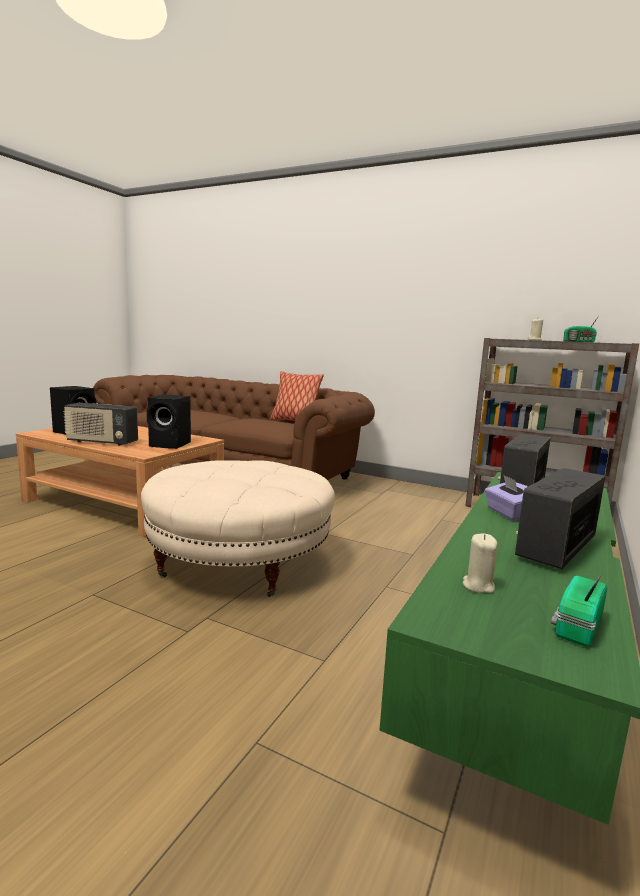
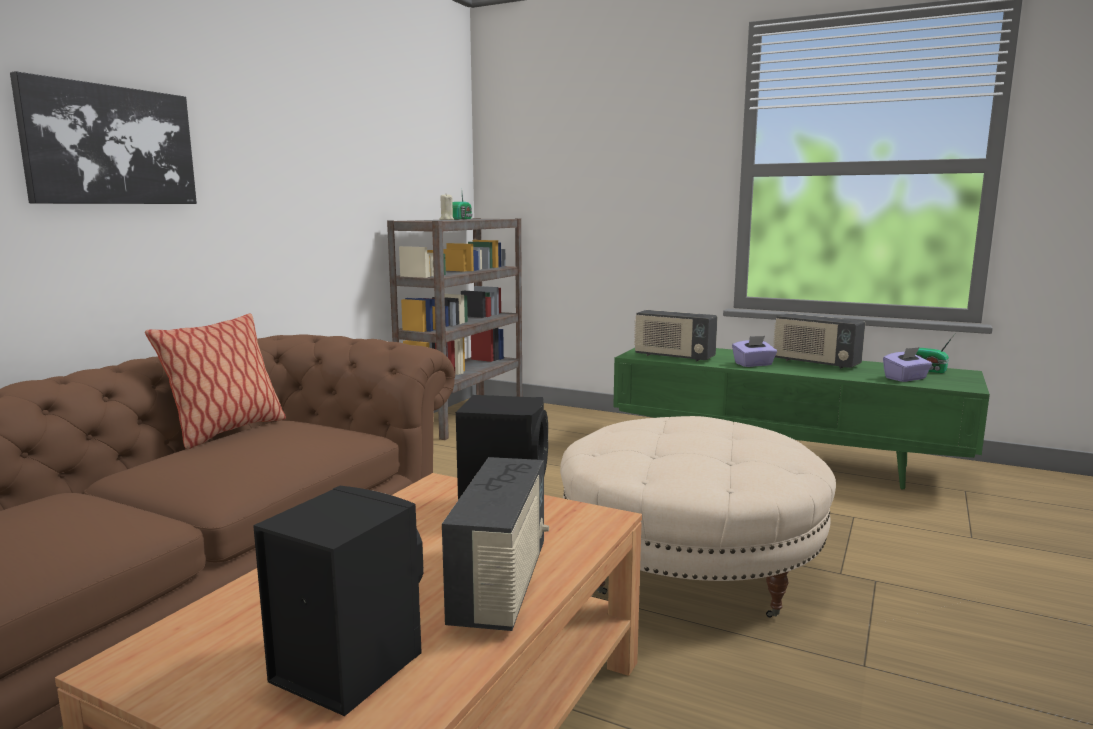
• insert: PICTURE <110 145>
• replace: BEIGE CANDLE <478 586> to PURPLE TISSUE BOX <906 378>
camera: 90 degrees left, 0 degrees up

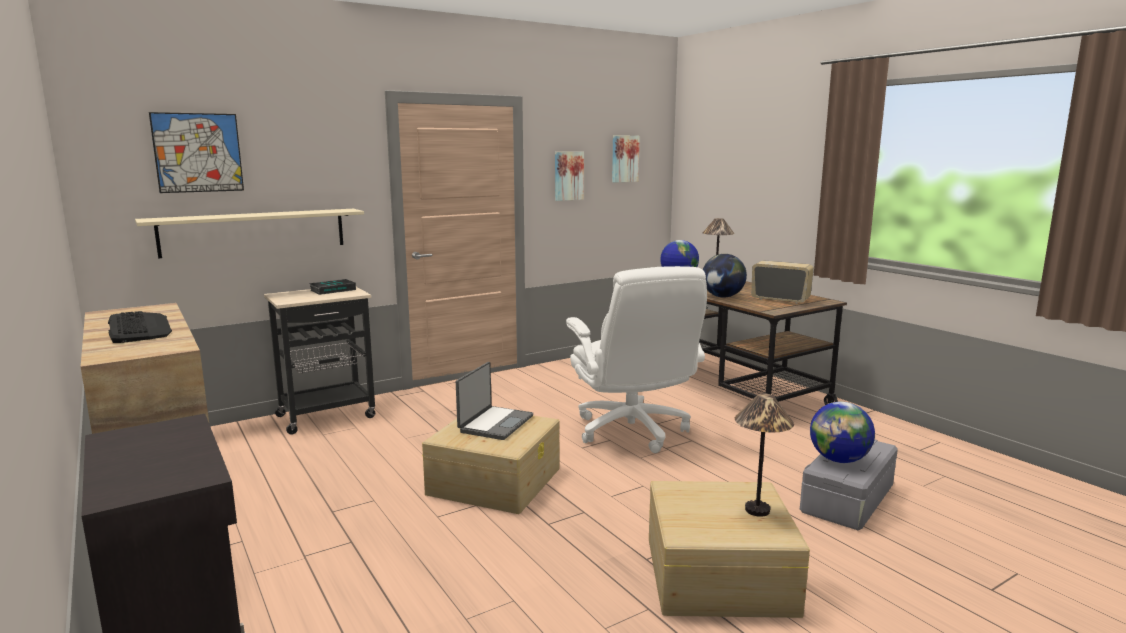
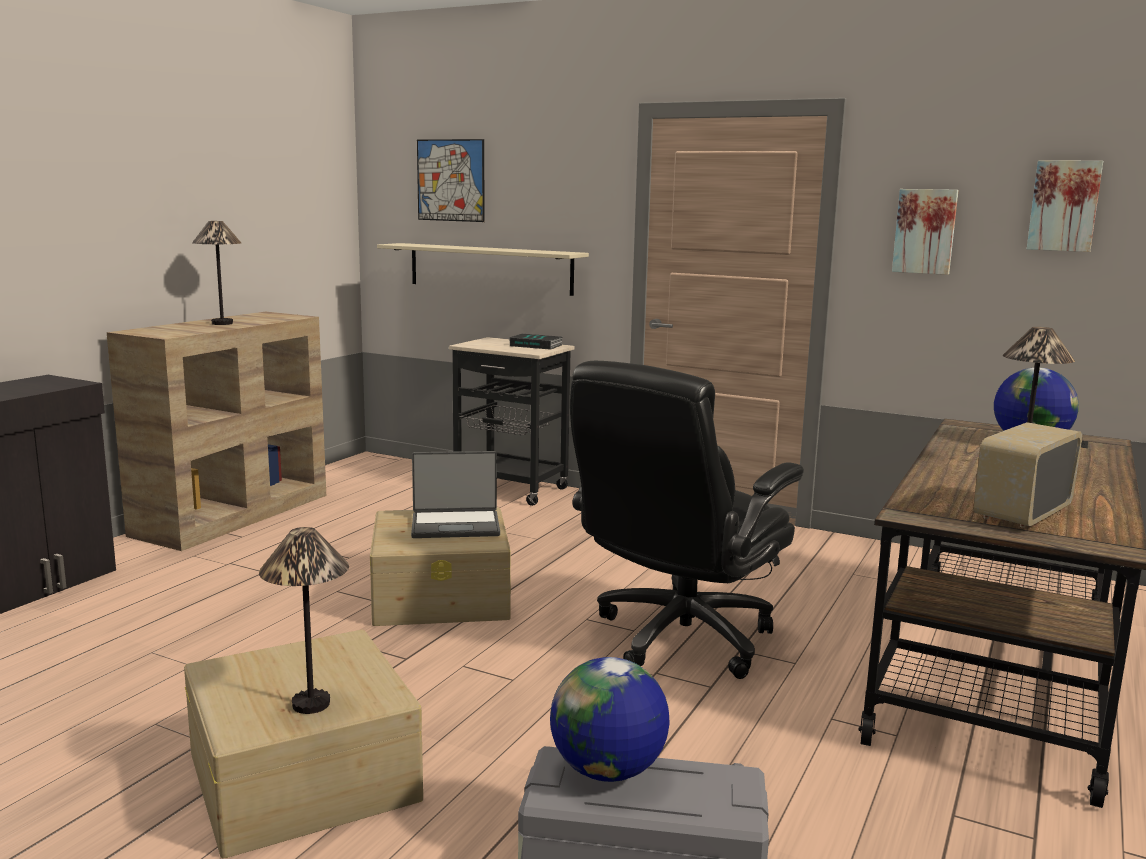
• delete: GLOBE <722 297>
• replace: KEYBOARD <138 328> to TABLE LAMP <222 323>
• recolor: WHITE OFFICE CHAIR <632 433> to BLACK OFFICE CHAIR <676 640>
• rotate: RADIO <780 300> = <1020 513> 135 degrees counterclockwise
camera: 60 degrees right, 0 degrees up

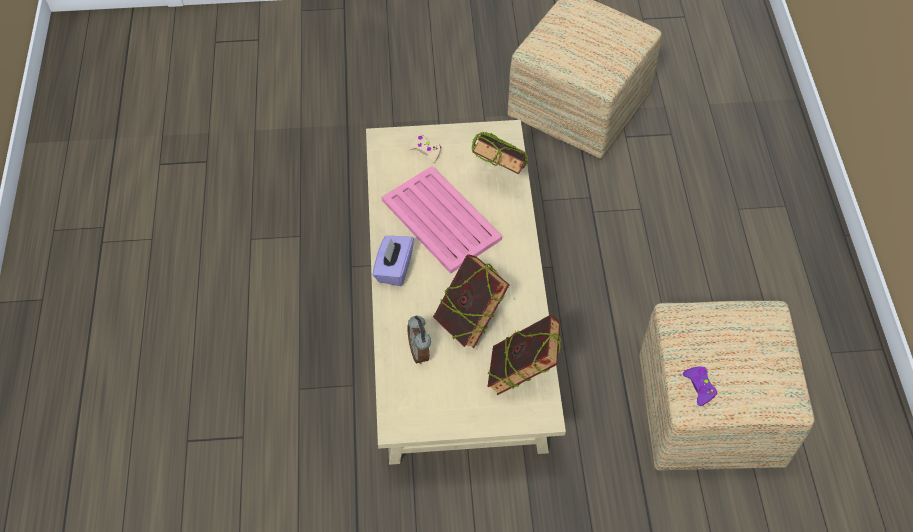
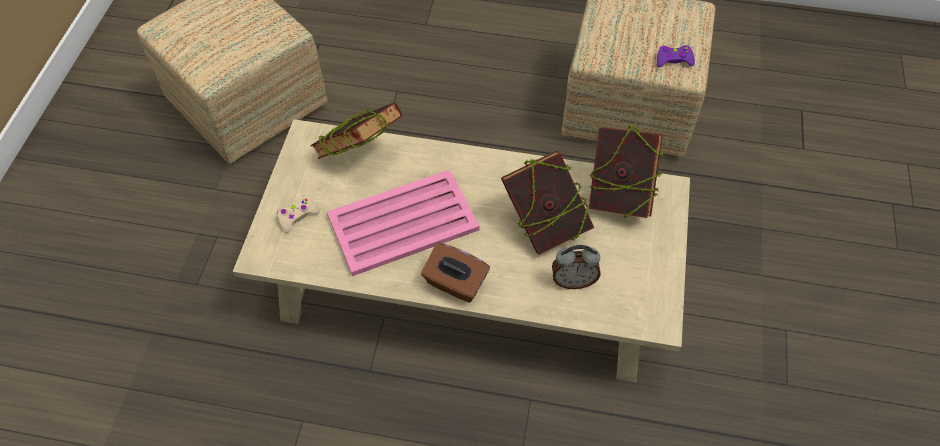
• recolor: PURPLE TISSUE BOX <394 268> to BROWN TISSUE BOX <455 283>
camera: 75 degrees left, 0 degrees up

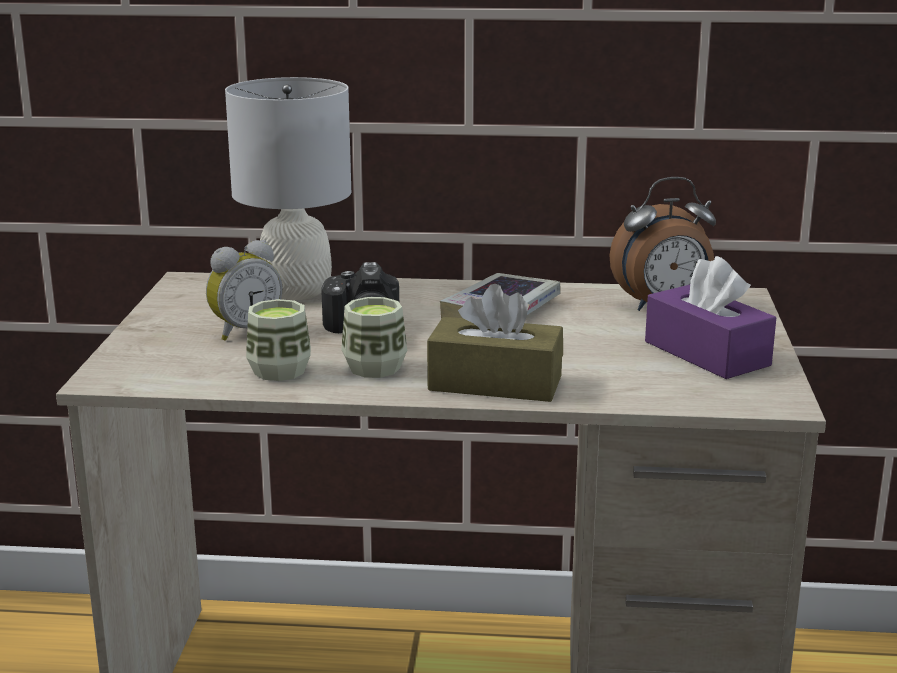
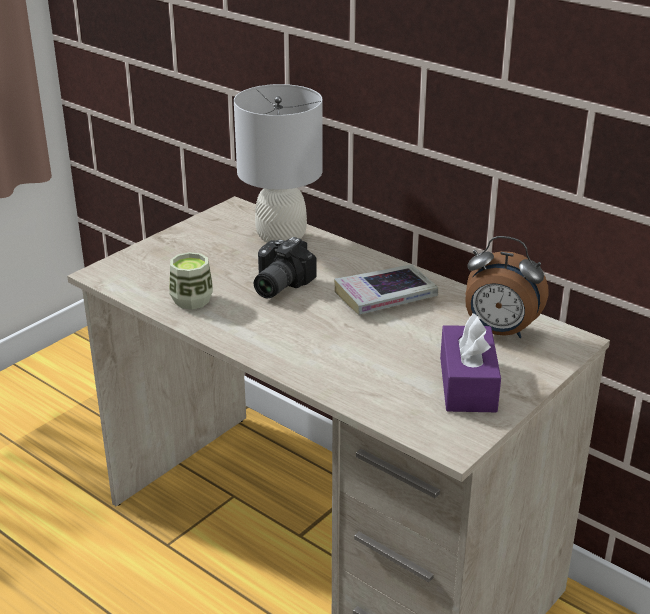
• delete: ALARM CLOCK <244 331>
• delete: CUP <374 368>
• delete: BROWN TISSUE BOX <495 383>
camera: 35 degrees right, 10 degrees up

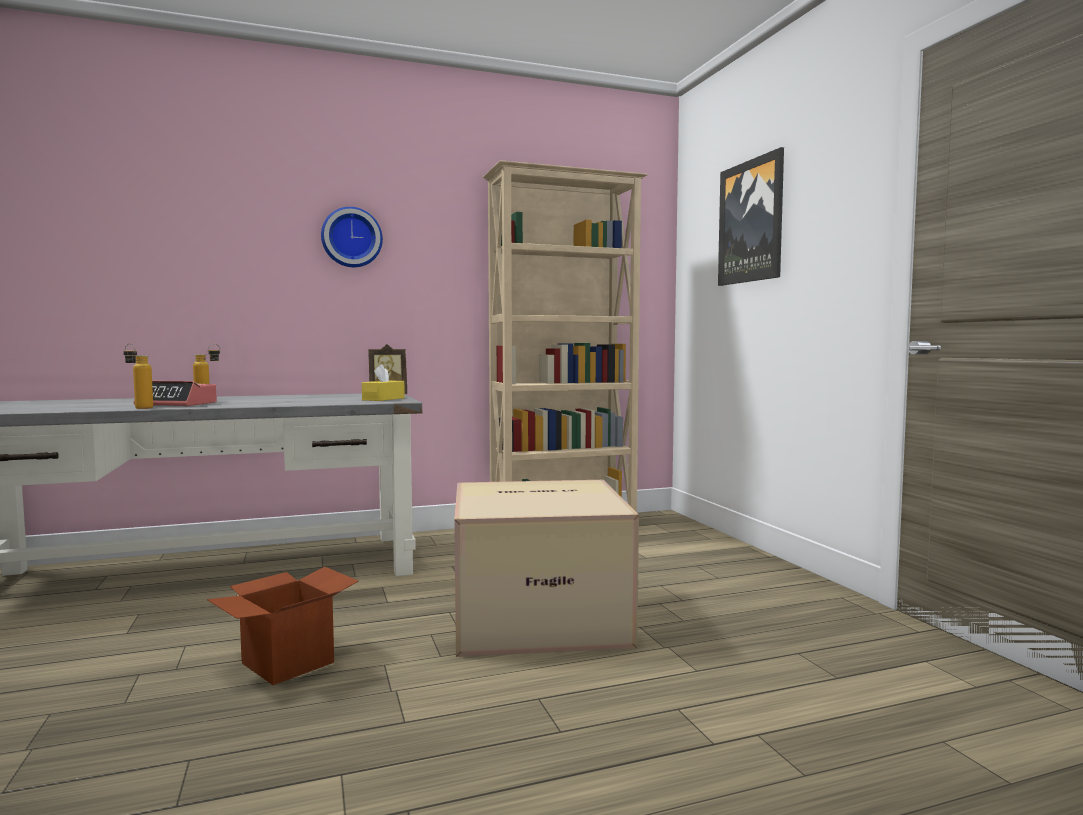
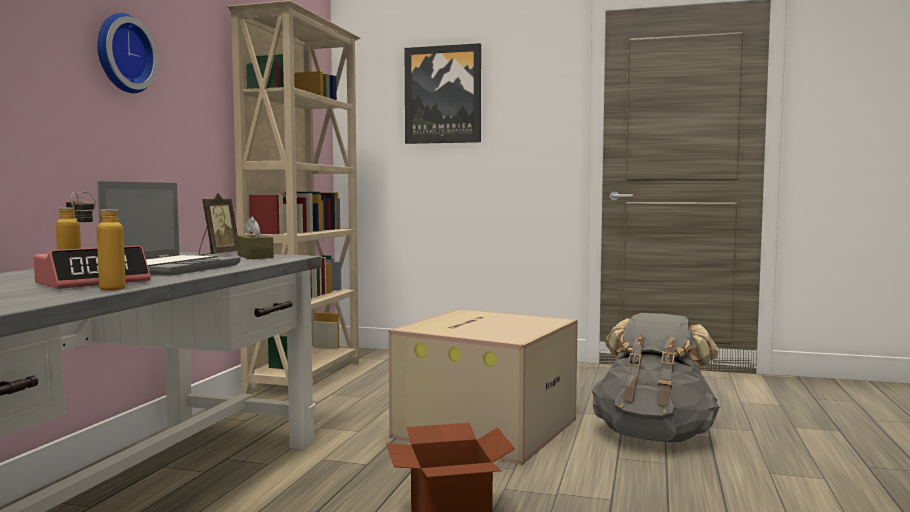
• insert: LAPTOP <173 268>
• insert: GREY BACKPACK <653 436>
• recolor: YELLOW TISSUE BOX <383 399> to BROWN TISSUE BOX <255 256>
camera: 55 degrees left, 0 degrees up

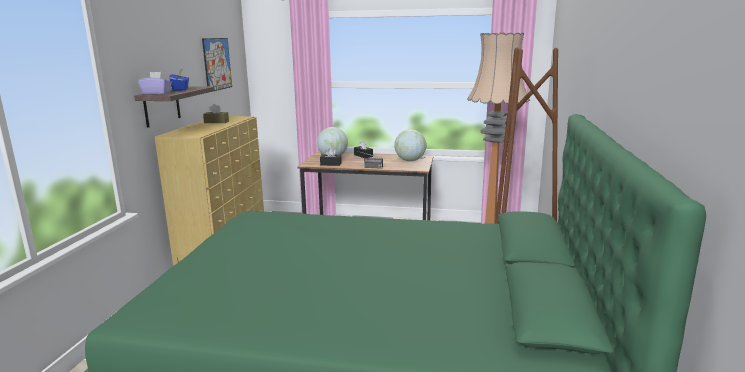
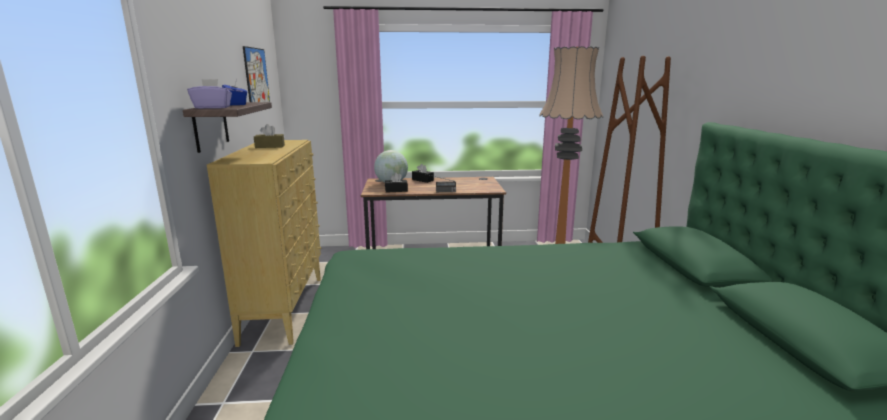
• delete: GLOBE <410 160>
camera: 15 degrees left, 0 degrees up

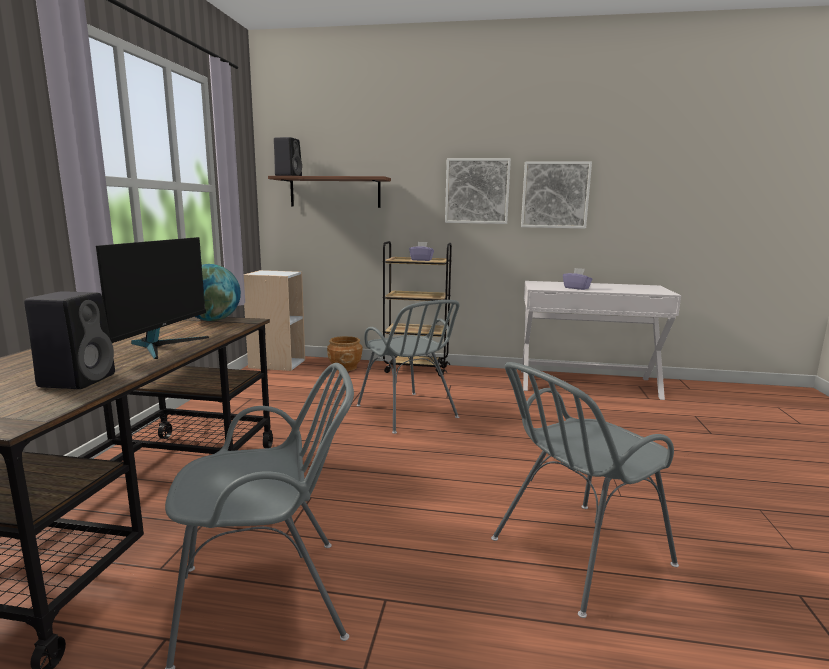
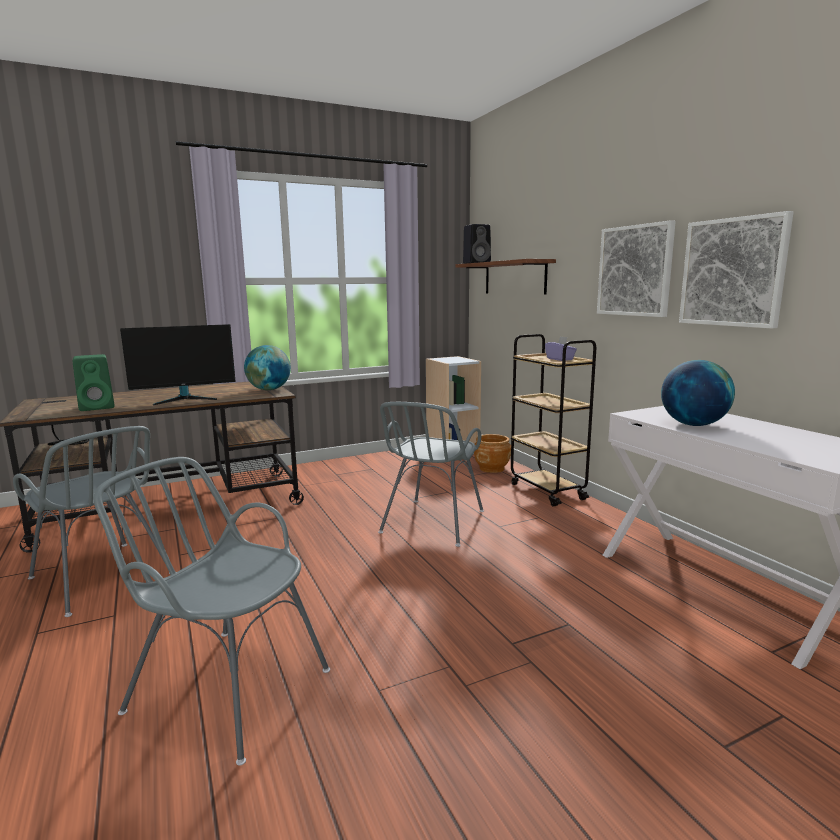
• replace: PURPLE TISSUE BOX <576 288> to GLOBE <693 424>
• recolor: BLACK SPEAKER <78 380> to GREEN SPEAKER <98 407>
camera: 55 degrees right, 0 degrees up

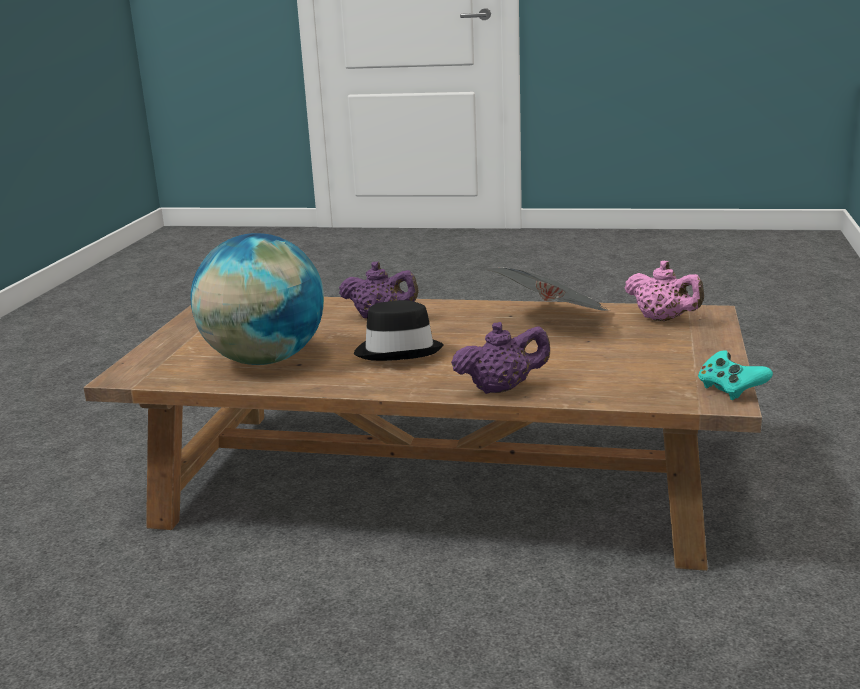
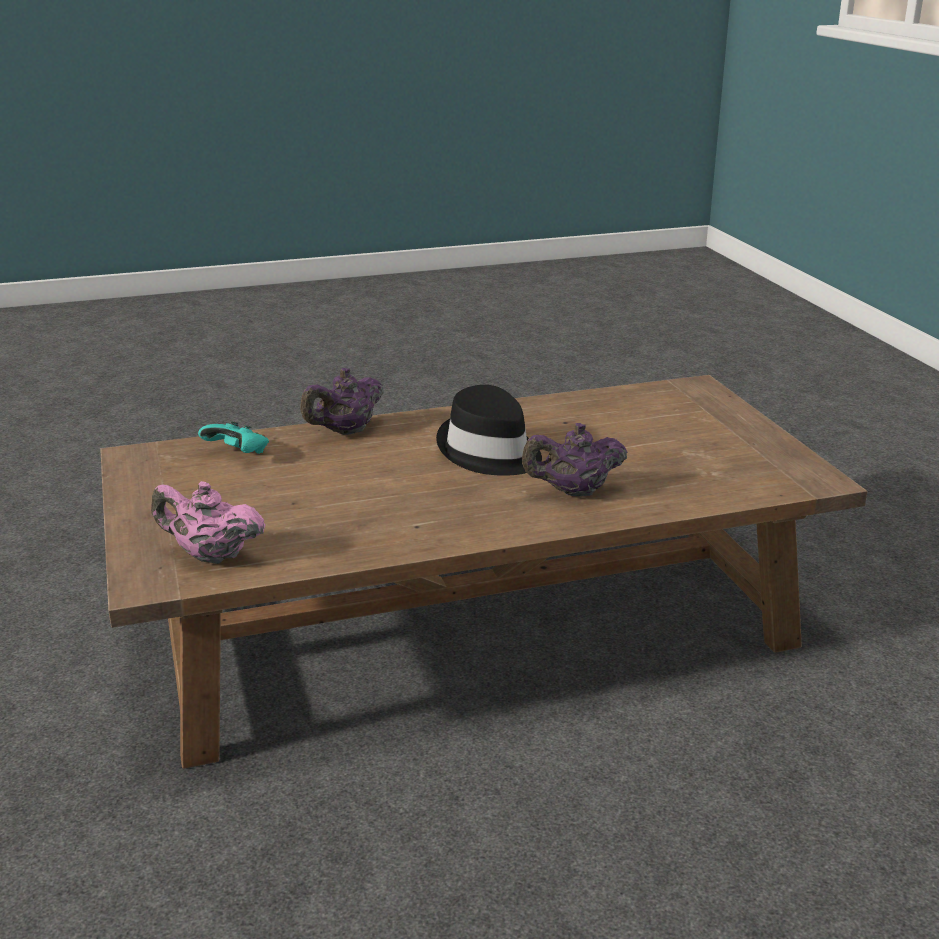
• delete: GLOBE <265 360>
• delete: NEWSPAPER <553 323>
• move: TURQUOISE GAME CONTROLLER <730 390> to <238 454>
camera: 150 degrees right, 5 degrees up

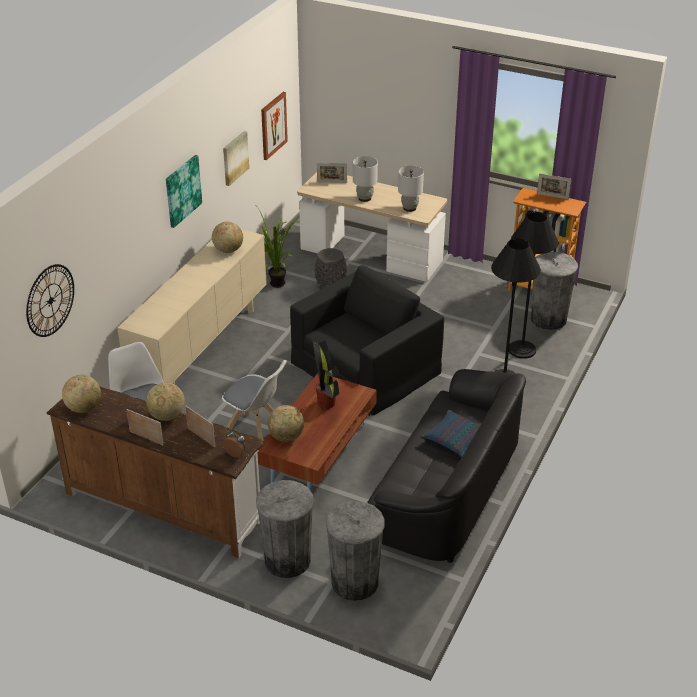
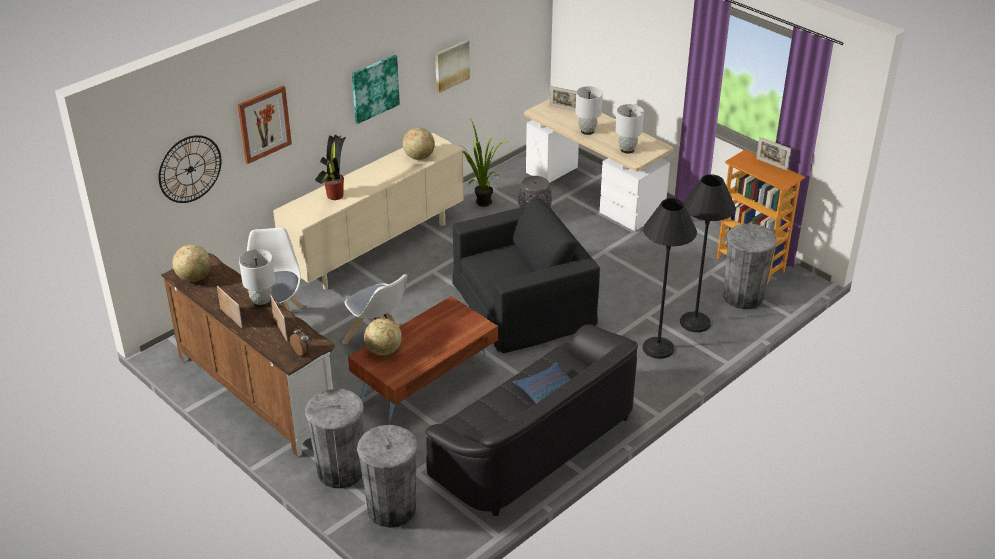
• move: PICTURE <273 125> to <264 124>
• move: POTTED PLANT <326 404> to <334 196>
• replace: GLOBE <166 416> to WHITE TABLE LAMP <261 302>
camera: 20 degrees right, 0 degrees up

